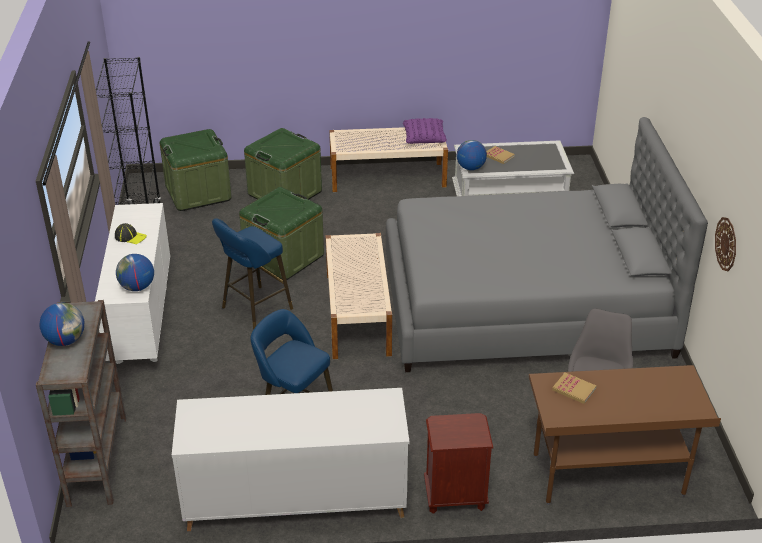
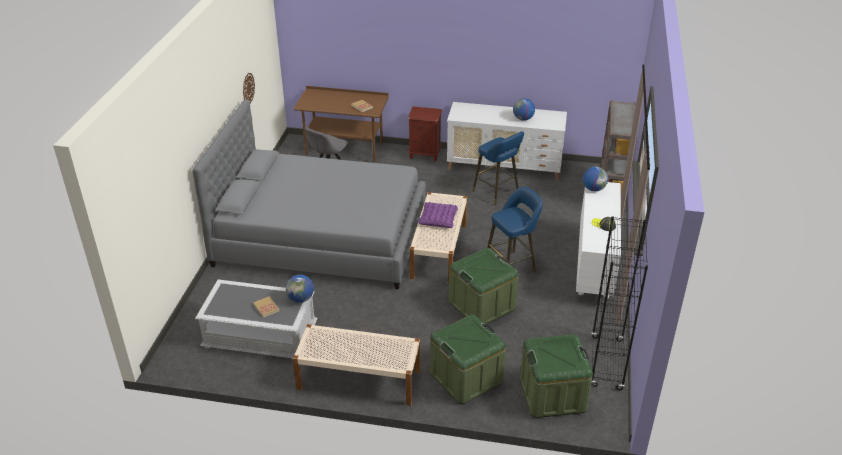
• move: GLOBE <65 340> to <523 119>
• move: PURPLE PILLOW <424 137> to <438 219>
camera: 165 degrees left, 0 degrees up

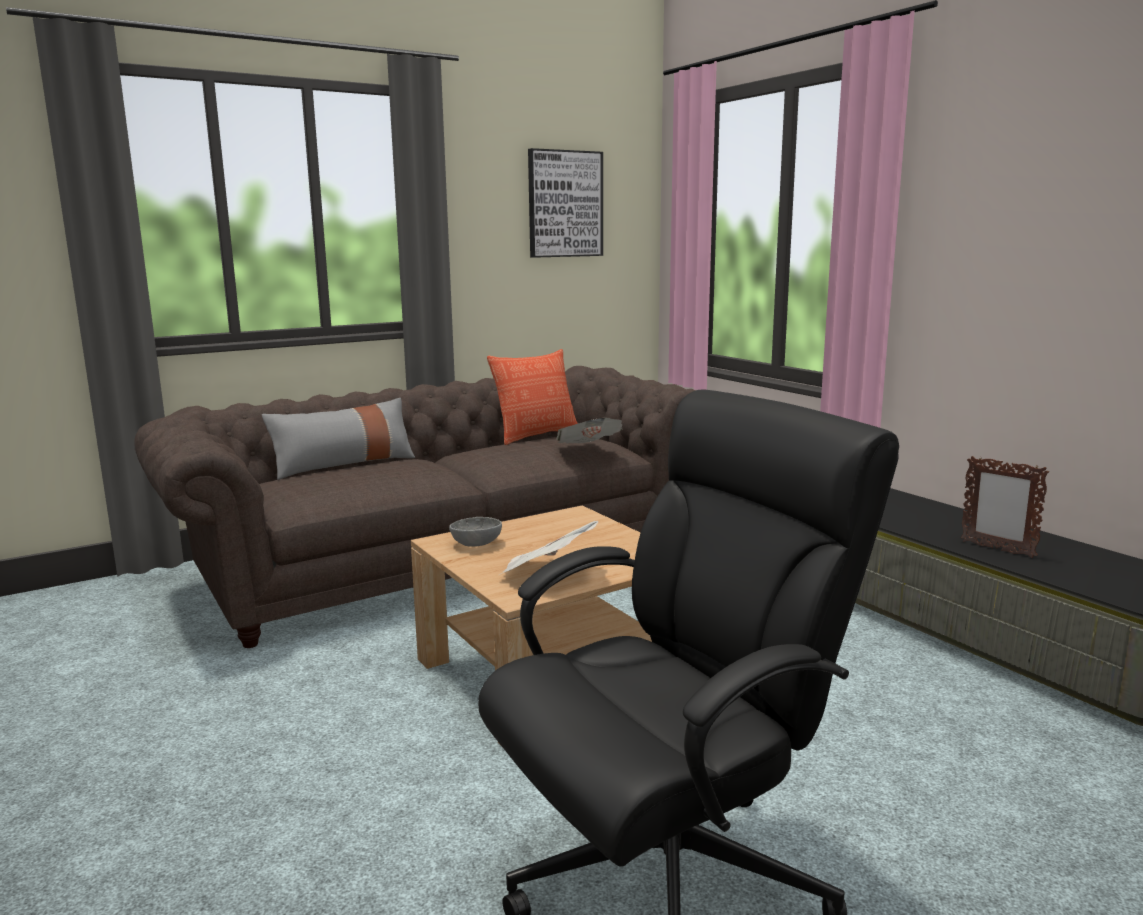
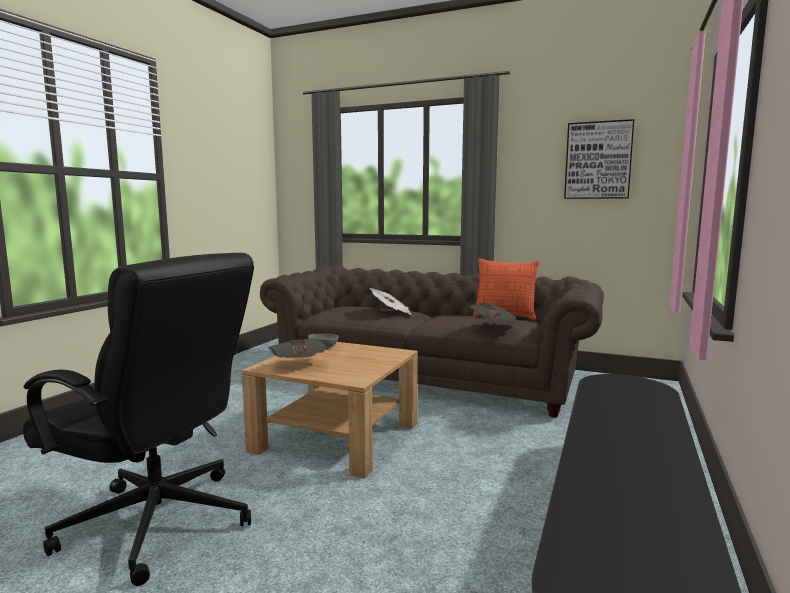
• delete: GREY PILLOW <344 465>
• delete: PICTURE FRAME <996 549>
• insert: NEWSPAPER <391 313>
camera: 55 degrees right, 5 degrees down

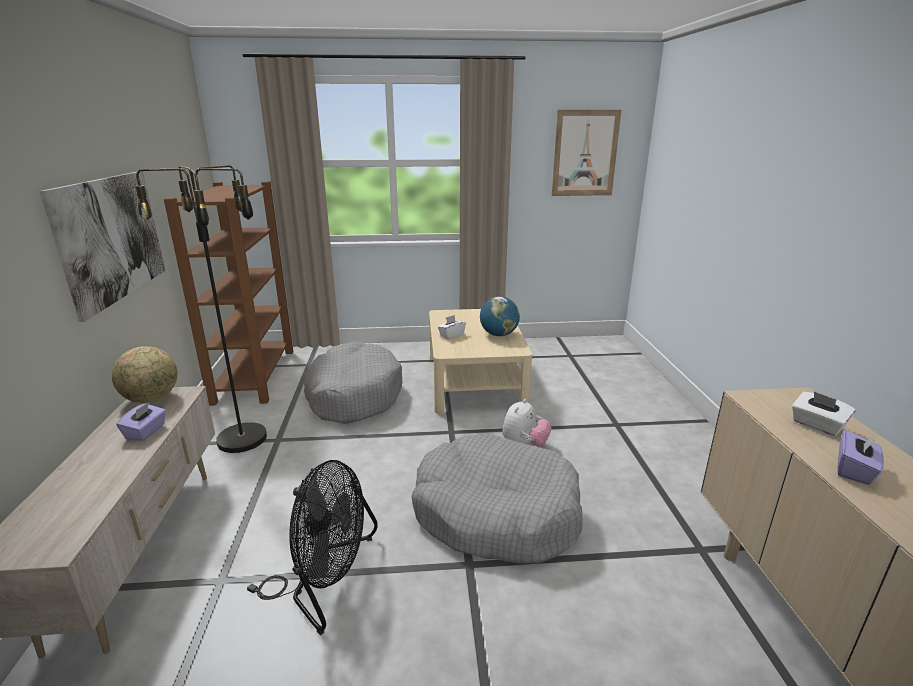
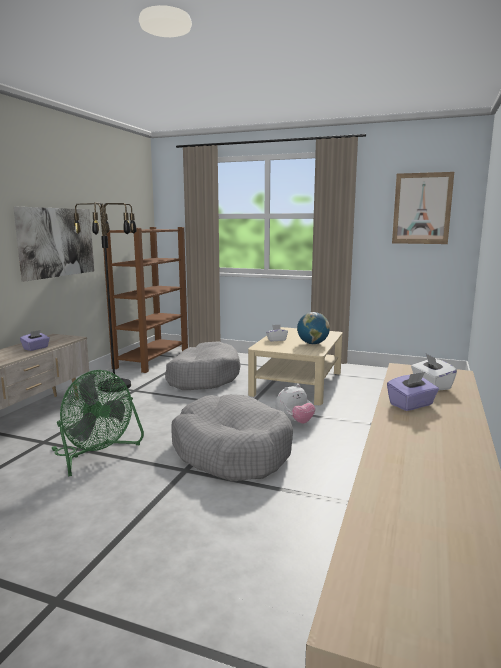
• delete: GLOBE <152 399>
• recolor: BLACK FAN <323 580> to GREEN FAN <94 455>
camera: 25 degrees right, 10 degrees down

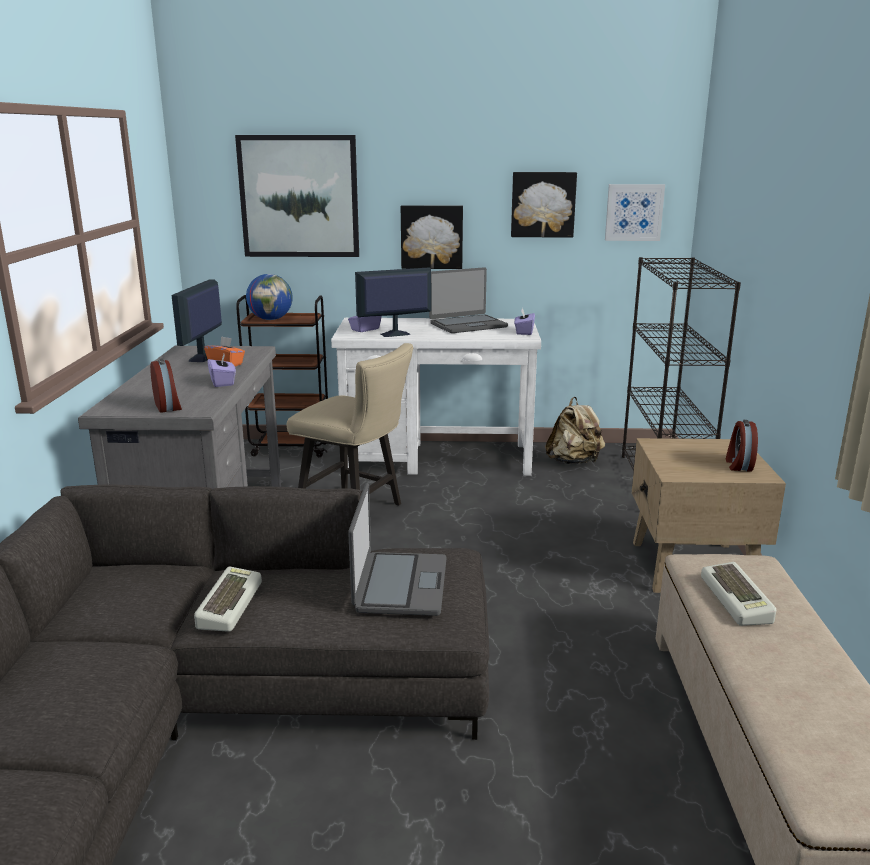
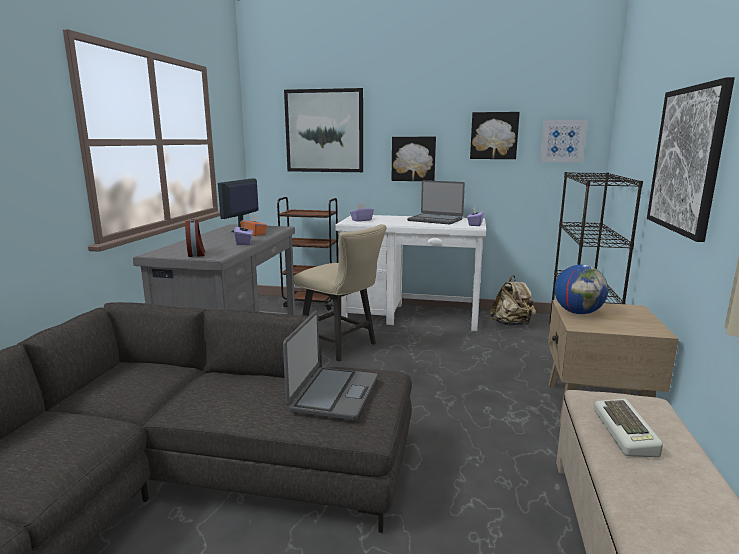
• delete: KEYBOARD <228 604>
• delete: MONITOR <394 334>
• delete: ALARM CLOCK <738 465>
• insert: PICTURE <686 160>
• move: GLOBE <271 319> to <578 312>
• rotate: LAPTOP <467 325> = <435 220> 45 degrees clockwise
camera: 10 degrees right, 5 degrees down

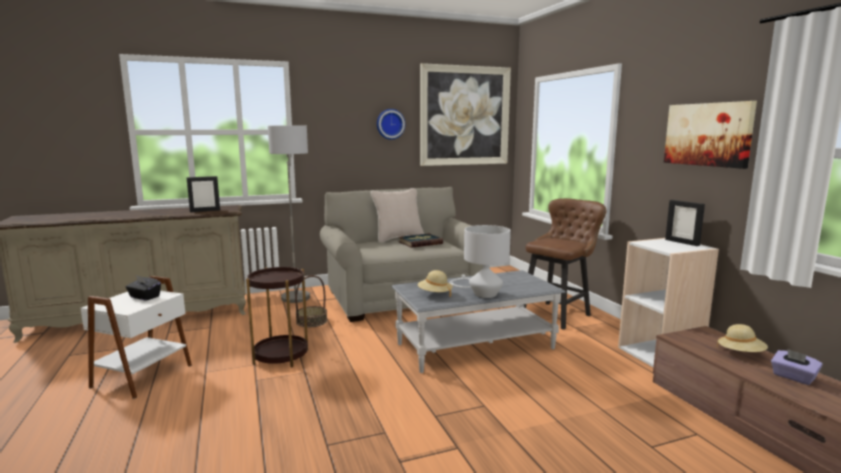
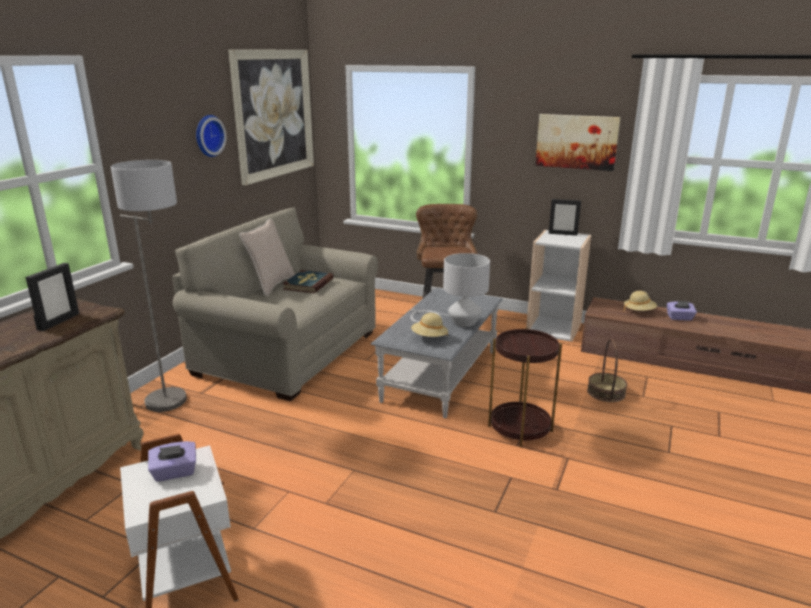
• move: BROWN SIDE TABLE <281 356> to <520 428>
• move: BASKET <311 321> to <606 392>
• recolor: BLACK TISSUE BOX <144 297> to PURPLE TISSUE BOX <174 473>
camera: 45 degrees left, 10 degrees up

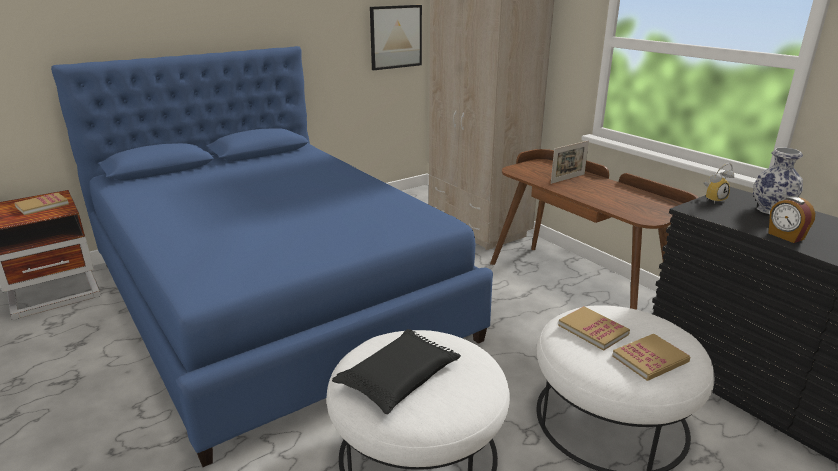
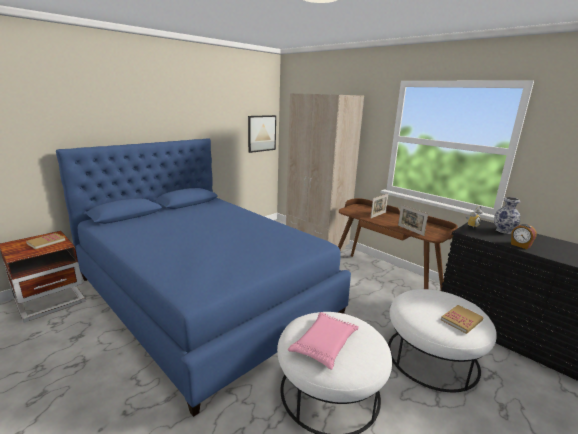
• delete: BOOK <593 330>
• insert: PICTURE FRAME <410 230>
• recolor: BLACK PILLOW <398 375> to PINK PILLOW <324 342>
camera: 10 degrees left, 5 degrees down

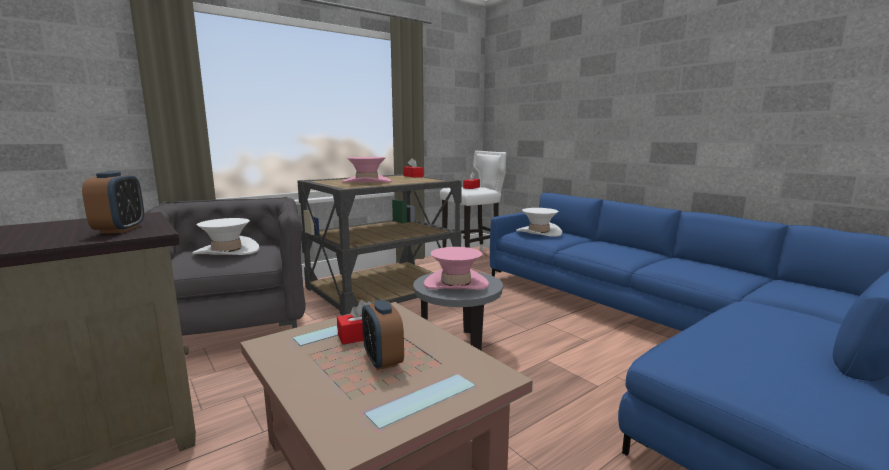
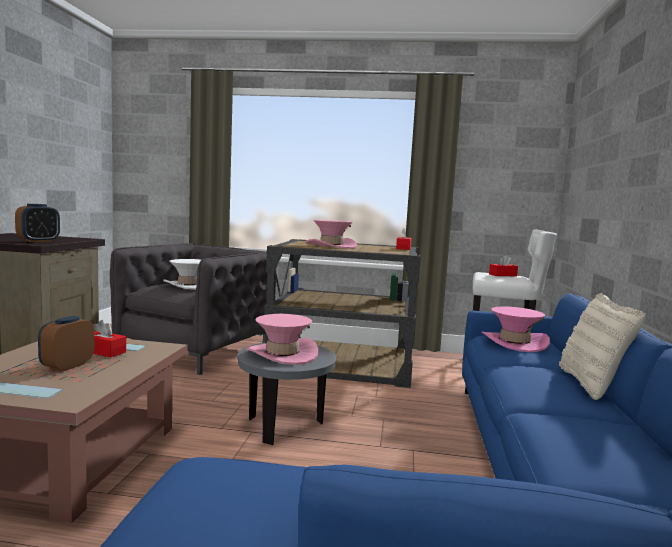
• insert: BEIGE PILLOW <592 386>
• recolor: WHITE HAT <539 232> to PINK HAT <514 342>
camera: 45 degrees right, 5 degrees down

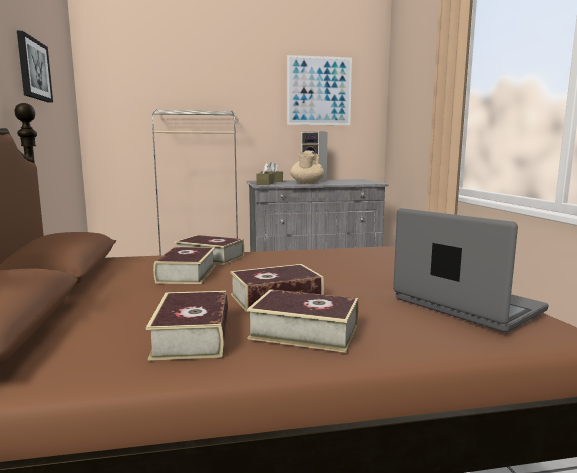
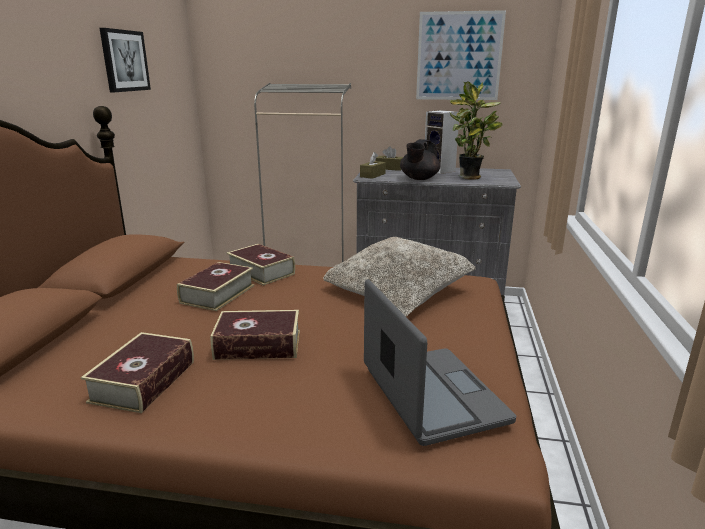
• delete: BOOK <304 332>
• insert: BEIGE PILLOW <396 291>
• insert: POTTED PLANT <470 178>
• recolor: BEIGE TEAPOT <307 183> to BLACK TEAPOT <419 178>
camera: 20 degrees right, 10 degrees up

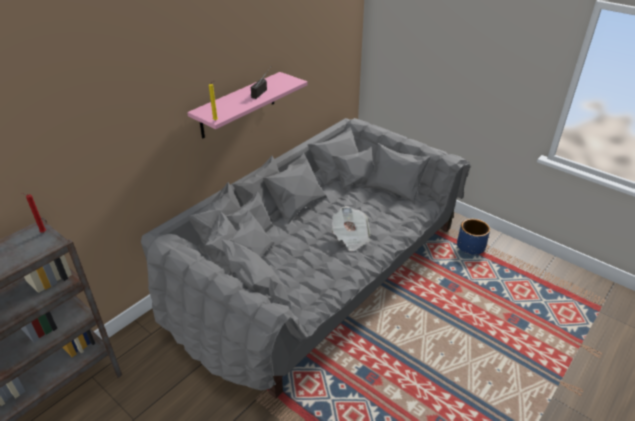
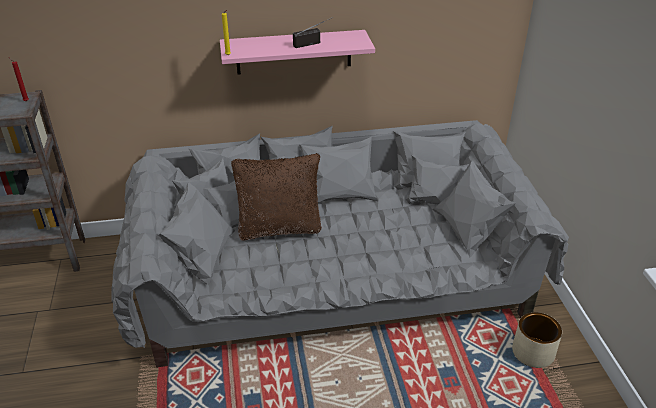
• delete: NEWSPAPER <350 237>
• insert: BROWN PILLOW <280 230>
• recolor: BLUE PLANTER <470 246> to BEIGE PLANTER <532 352>
camera: 40 degrees right, 0 degrees up

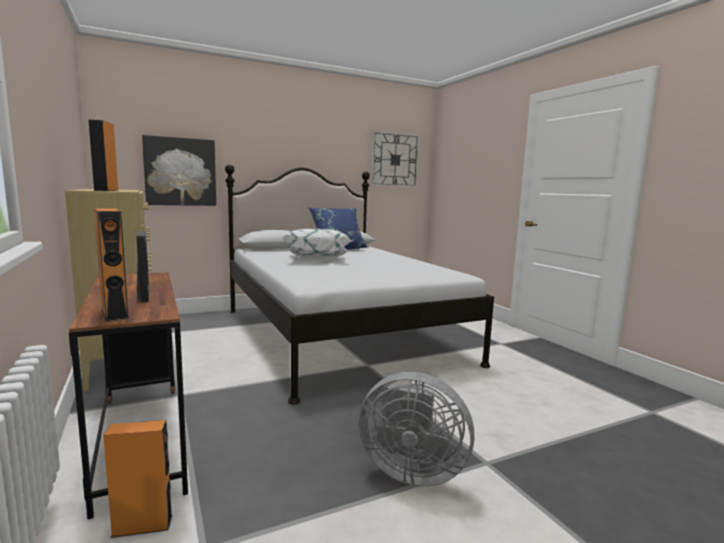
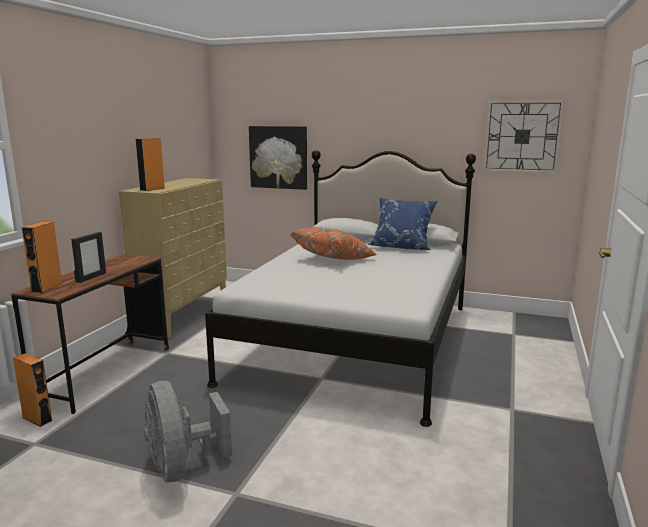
• recolor: WHITE PILLOW <317 259> to ORANGE PILLOW <334 259>
camera: 45 degrees right, 5 degrees up

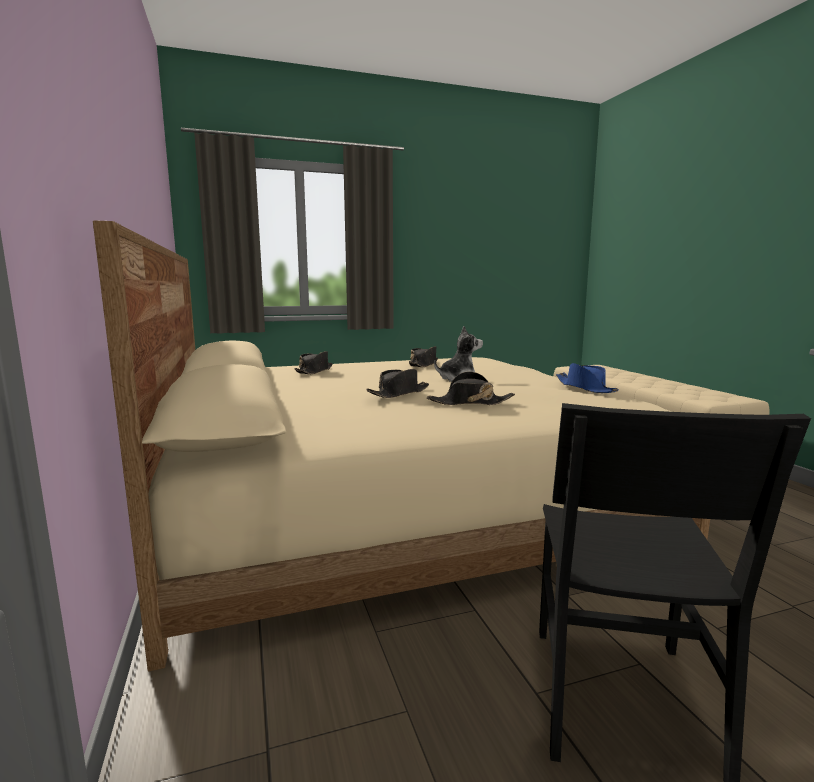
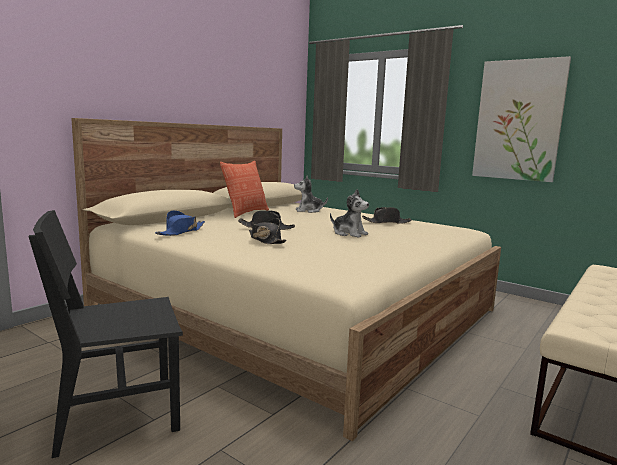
• insert: ORANGE PILLOW <246 213>
• insert: PICTURE <518 120>
• move: BLUE HAT <585 388> to <181 232>
• replace: BLACK HAT <314 371> to PLUSH TOY <309 211>
camera: 55 degrees right, 0 degrees up

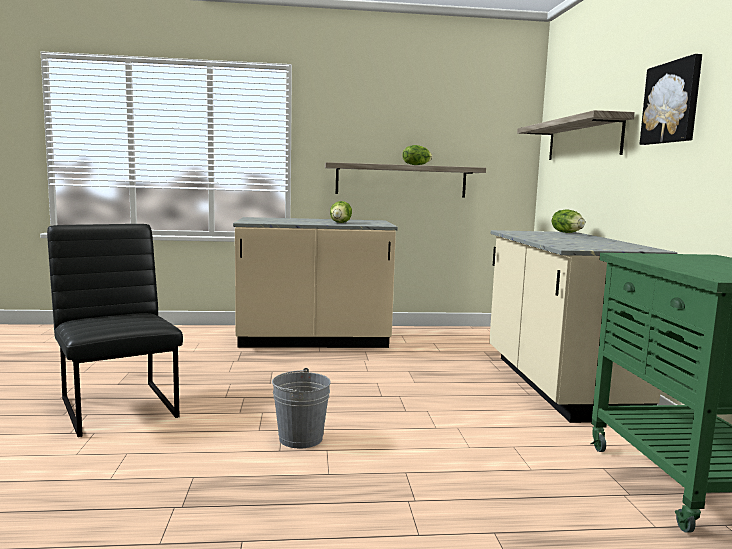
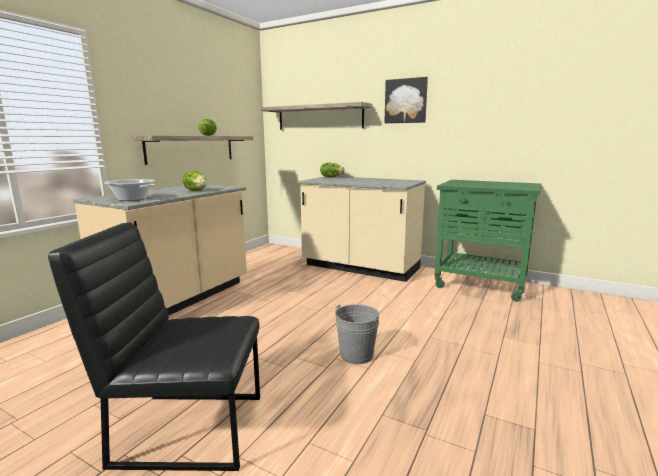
• insert: COOKING POT <132 199>
camera: 55 degrees left, 5 degrees up

